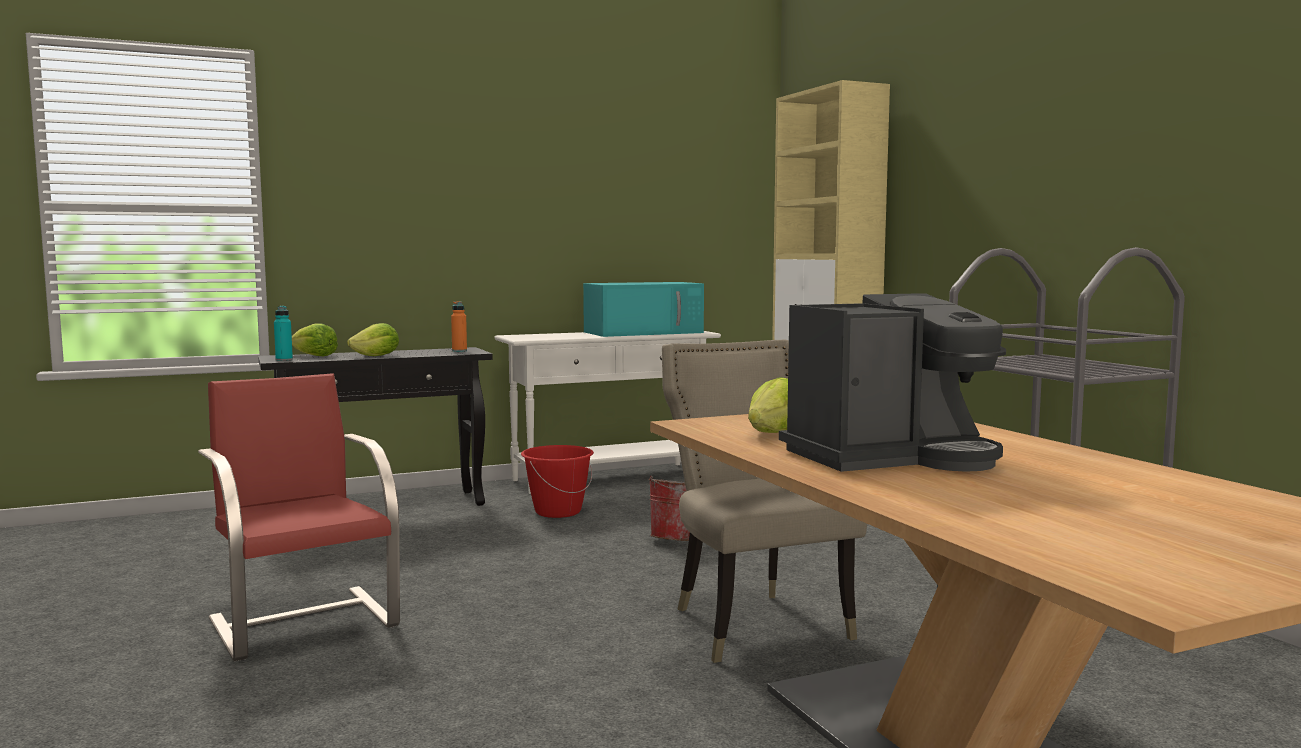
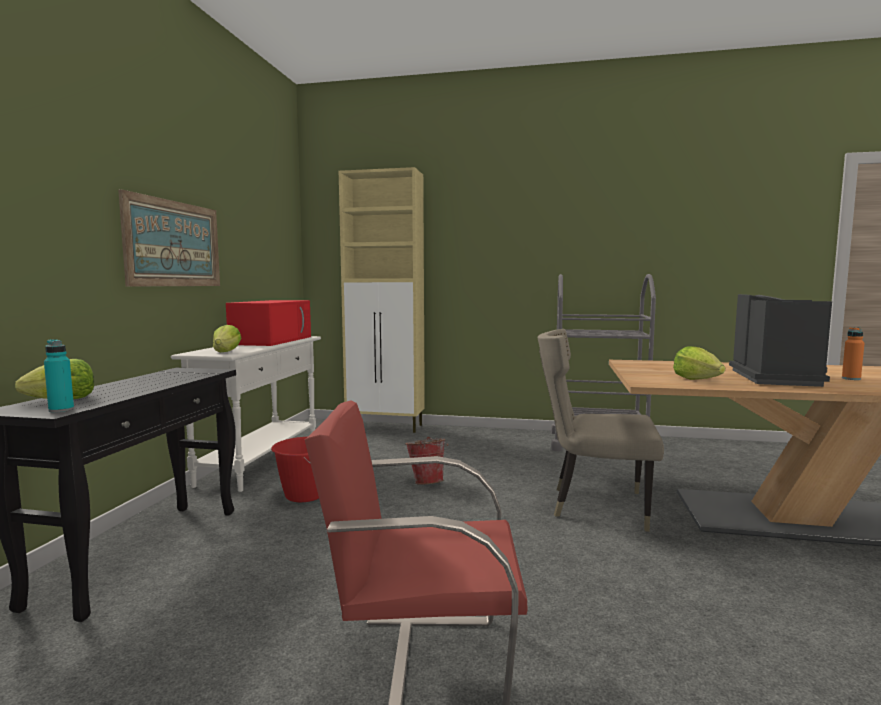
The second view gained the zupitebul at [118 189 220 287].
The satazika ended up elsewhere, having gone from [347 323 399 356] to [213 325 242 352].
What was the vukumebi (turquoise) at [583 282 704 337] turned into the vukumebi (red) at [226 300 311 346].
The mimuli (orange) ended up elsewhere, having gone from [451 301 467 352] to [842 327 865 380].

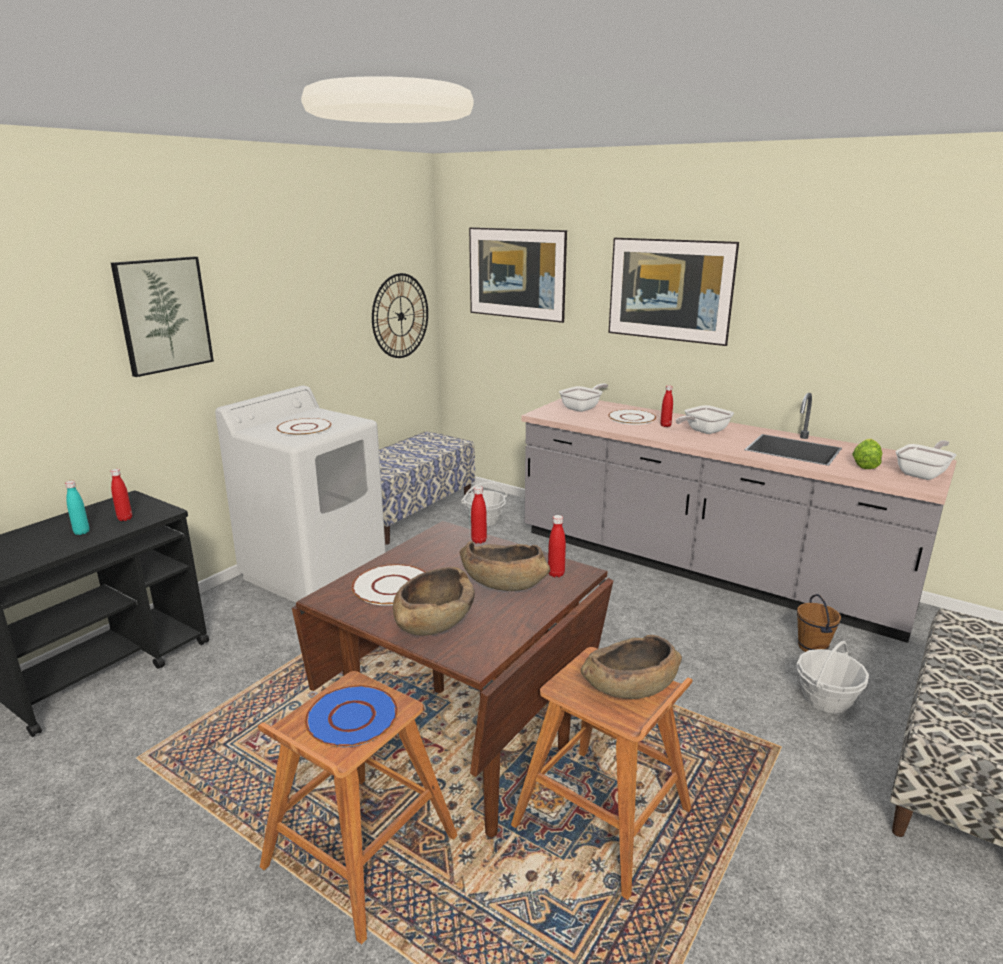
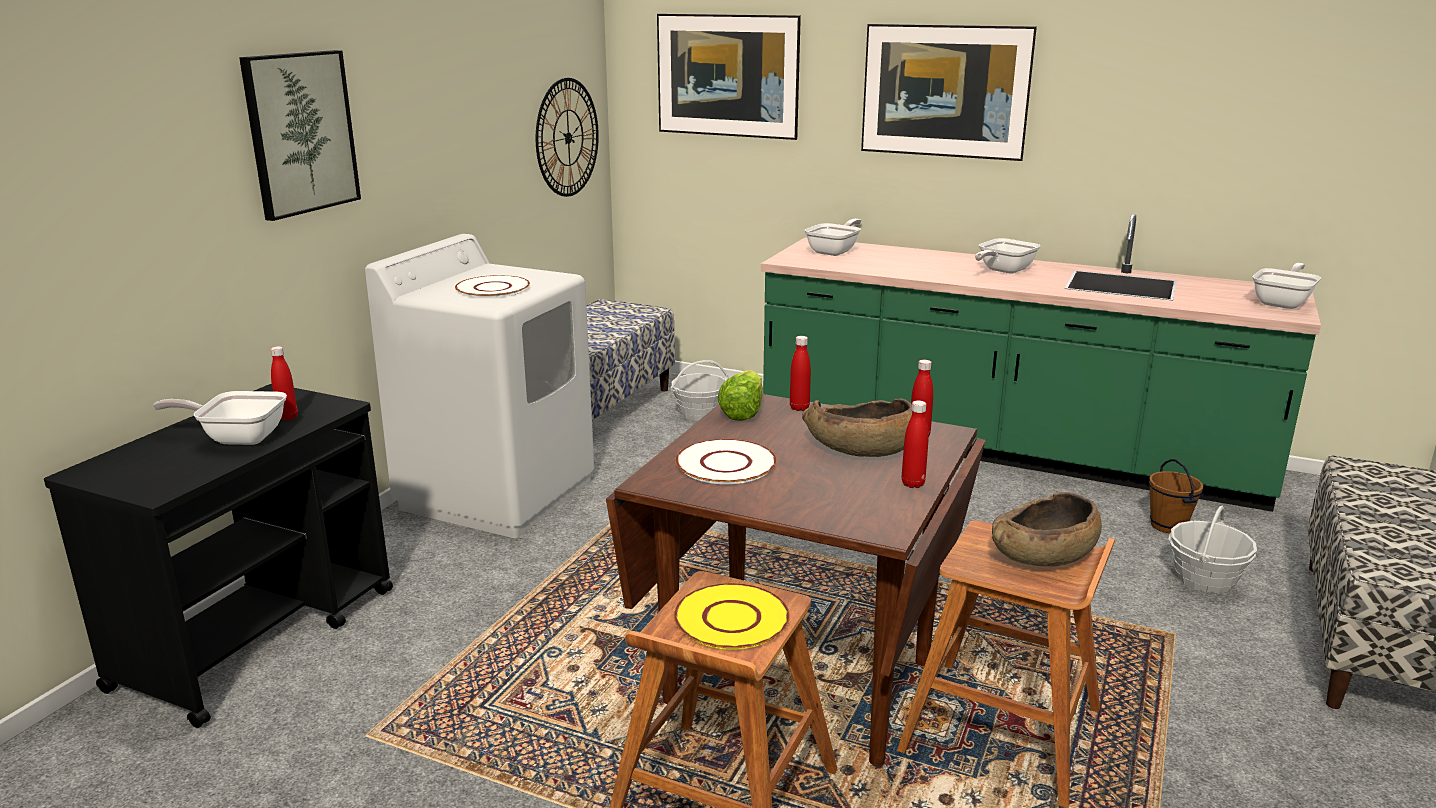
Where the mimuli (turquoise) stood at [65 481 89 535], the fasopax came to stand at [153 391 287 445].
What was the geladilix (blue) at [305 685 398 747] turned into the geladilix (yellow) at [674 583 790 650].
The satazika ended up elsewhere, having gone from [852 439 882 469] to [718 370 763 421].
What was the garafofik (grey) at [522 393 957 643] turned into the garafofik (green) at [761 214 1321 512].
The mimuli (red) ended up elsewhere, having gone from [660 386 673 427] to [902 400 928 488].
The second view lost the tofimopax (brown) at [393 567 475 636].
The second view lost the geladilix (white) at [608 409 656 425].

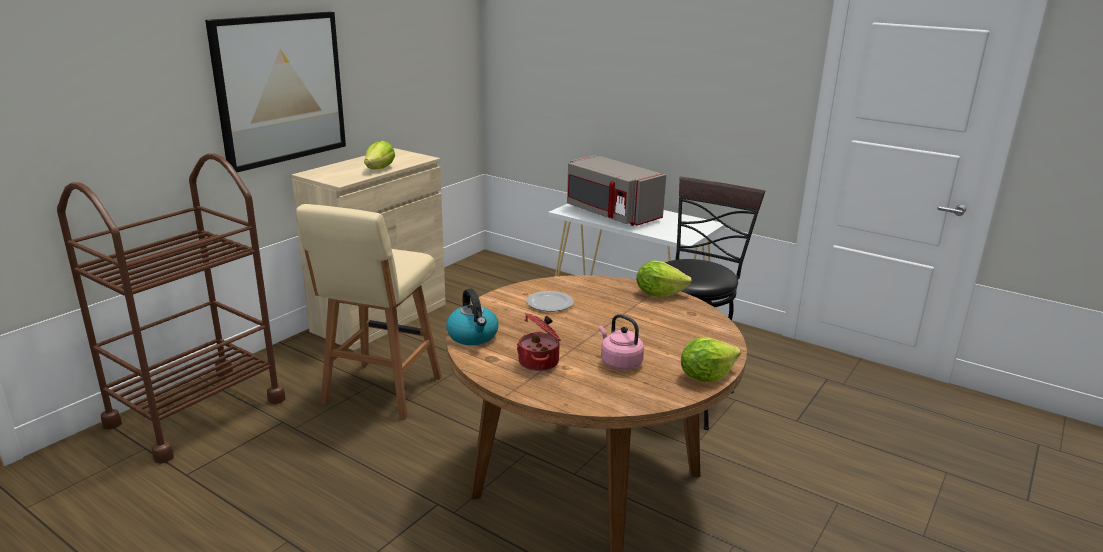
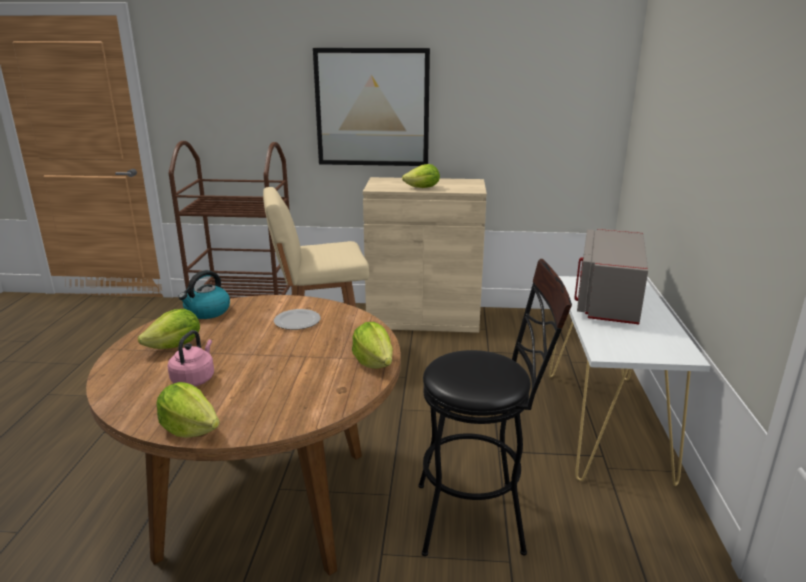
Where the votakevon stood at [517 312 561 371], the satazika came to stand at [138 309 200 349].

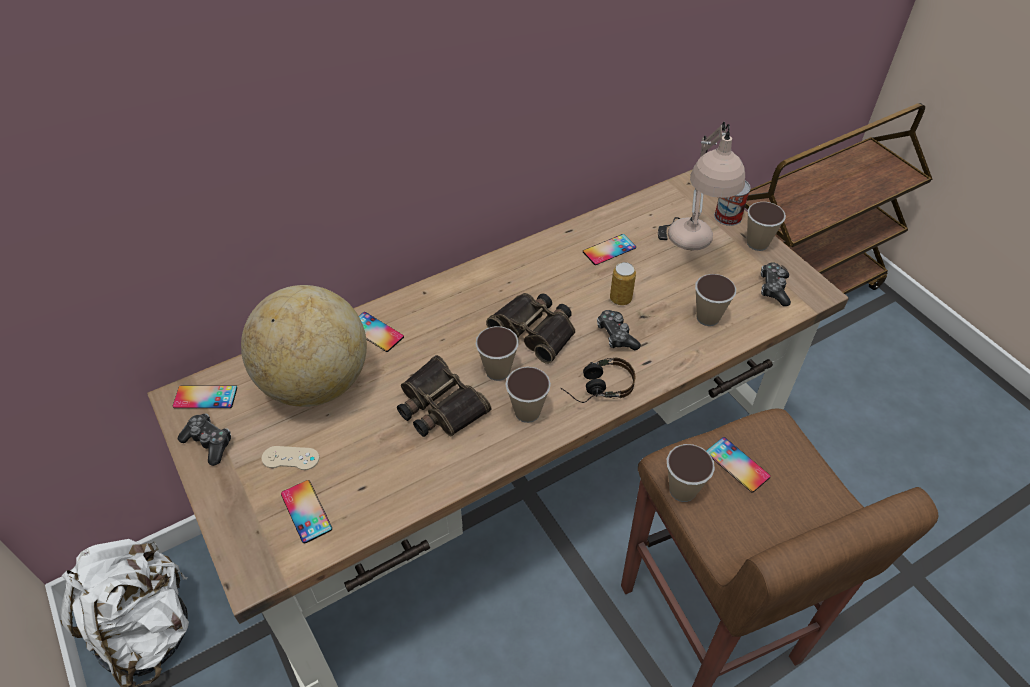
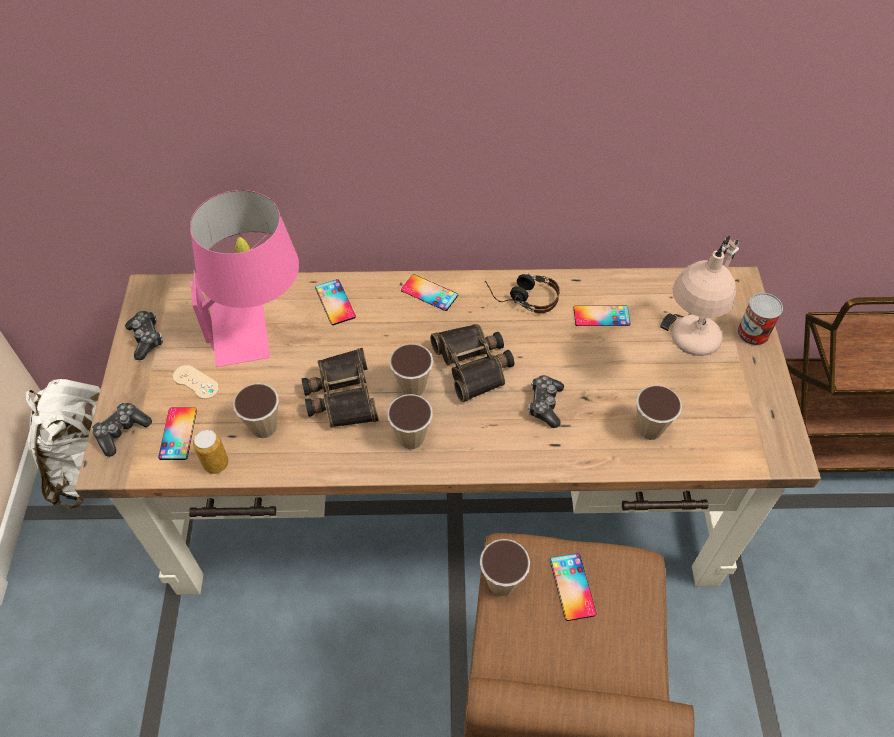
The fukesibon ended up elsewhere, having gone from [761 262 791 306] to [92 403 152 457].
Where the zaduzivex stood at [241 285 367 407], the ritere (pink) came to stand at [190 190 299 367].
The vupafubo ended up elsewhere, having gone from [610 262 636 305] to [193 430 229 474].
The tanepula ended up elsewhere, having gone from [747 202 786 251] to [233 383 279 438].
The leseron ended up elsewhere, having gone from [173 385 237 408] to [401 274 458 311].
The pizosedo ended up elsewhere, having gone from [560 358 635 403] to [485 274 560 313].

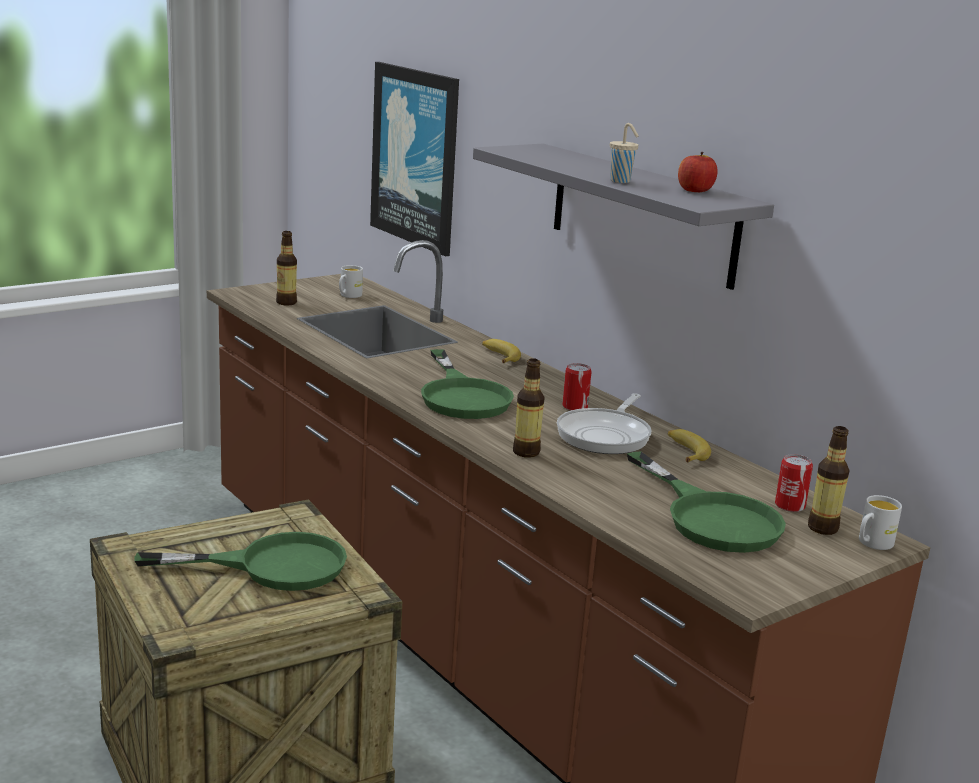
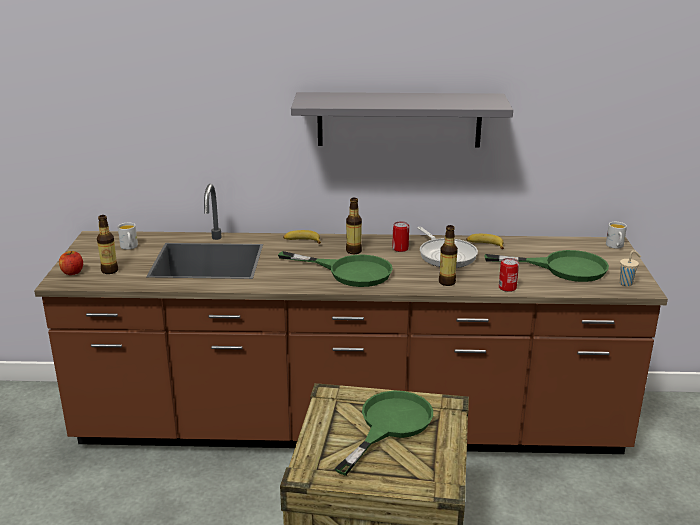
The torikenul ended up elsewhere, having gone from [678 152 718 192] to [59 251 83 275].
The mimuli ended up elsewhere, having gone from [808 426 850 535] to [346 198 362 254].
The vupafubo ended up elsewhere, having gone from [775 454 813 512] to [499 258 519 292].
The tanepula (beige) ended up elsewhere, having gone from [610 123 639 183] to [620 250 641 286].
The second view lost the zupitebul at [370 62 459 257].

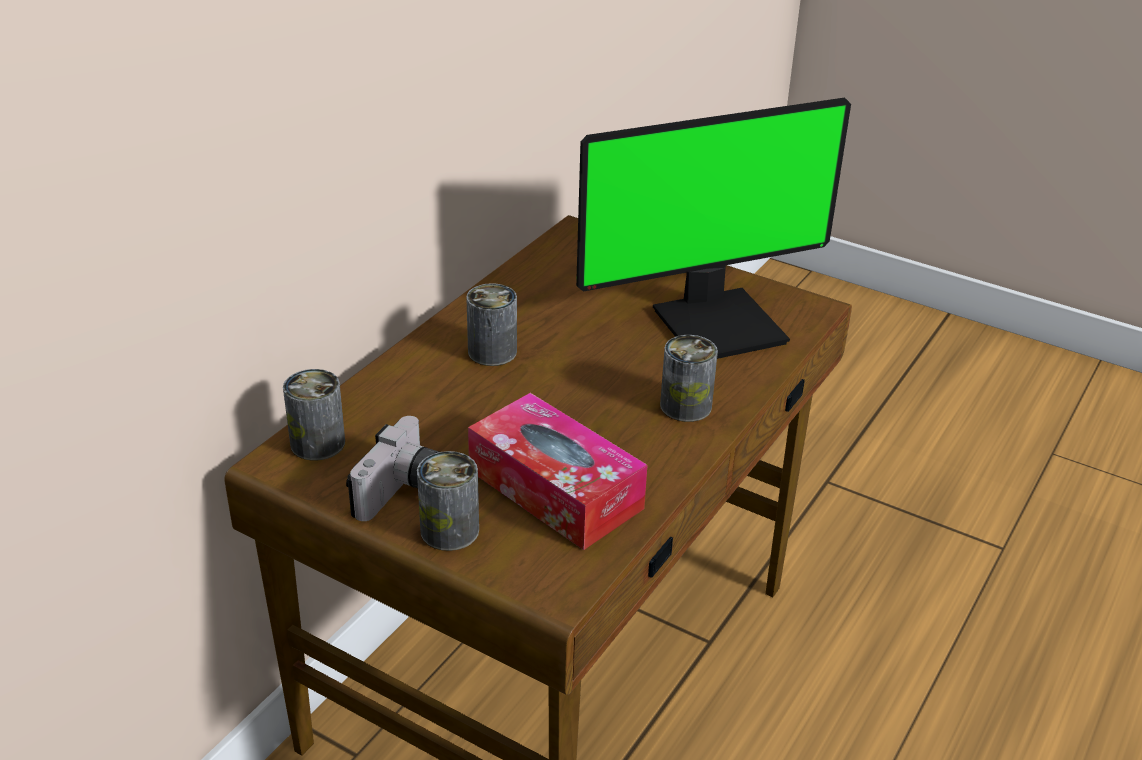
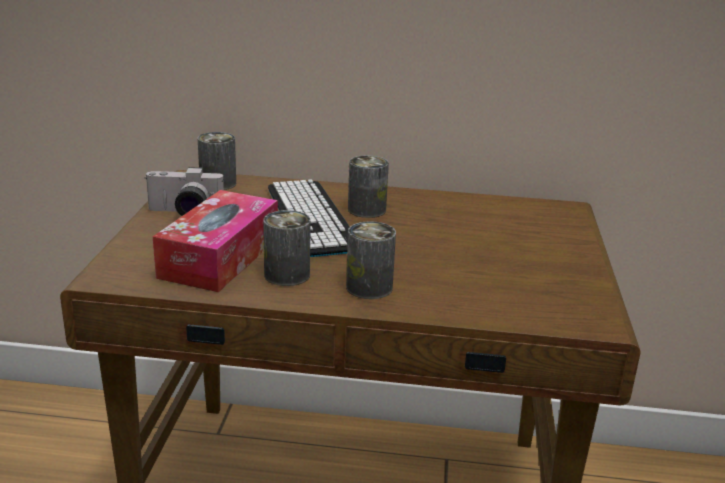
The vupafubo ended up elsewhere, having gone from [417 451 479 551] to [263 210 311 286].
The second view gained the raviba at [268 179 350 257].
The second view lost the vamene at [576 98 851 359].

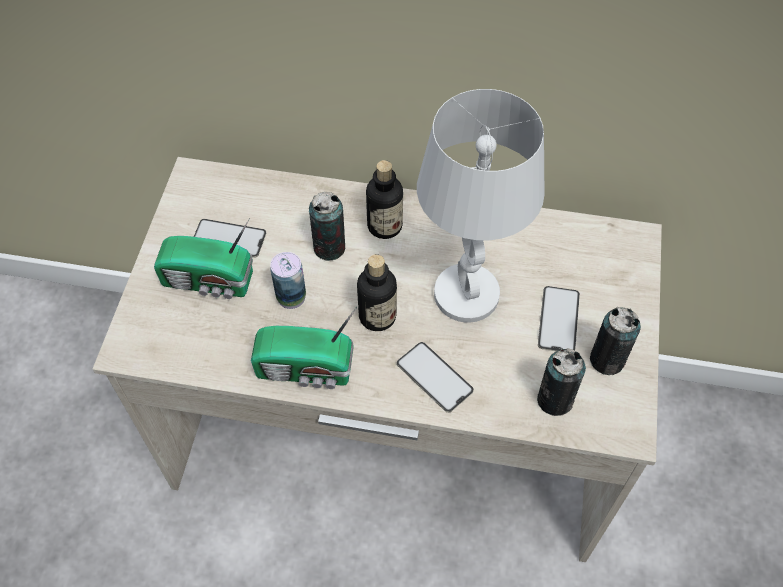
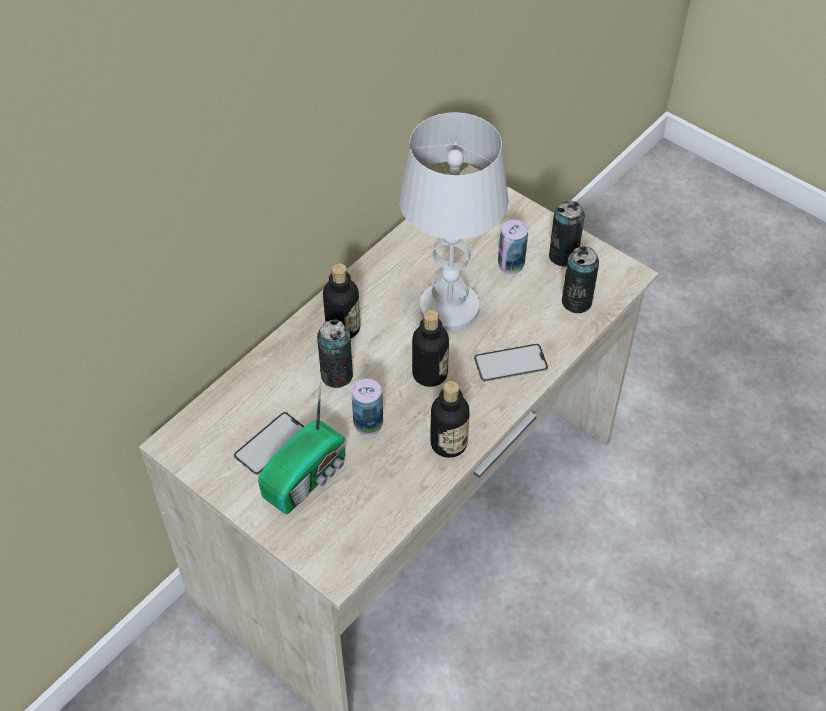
Where the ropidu stood at [251 307 357 389], the mimuli came to stand at [430 381 470 458].
Where the leseron stood at [538 286 580 351], the vupafubo came to stand at [498 220 528 274].

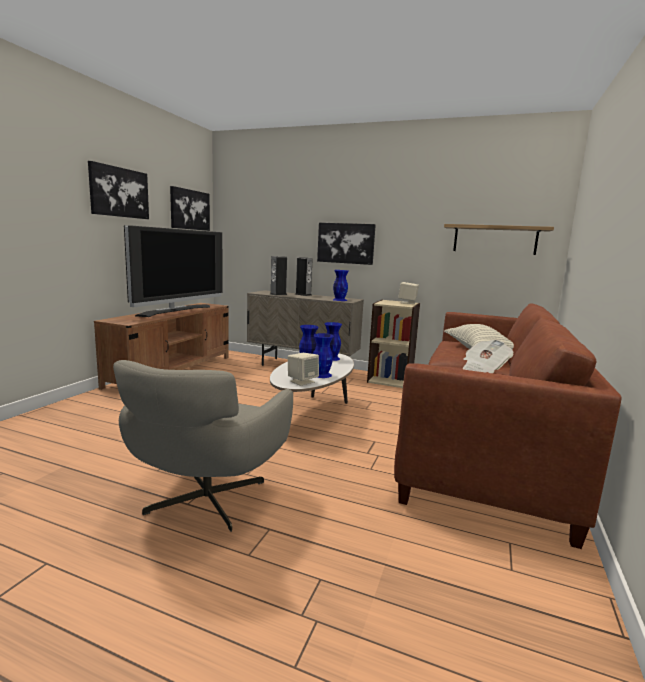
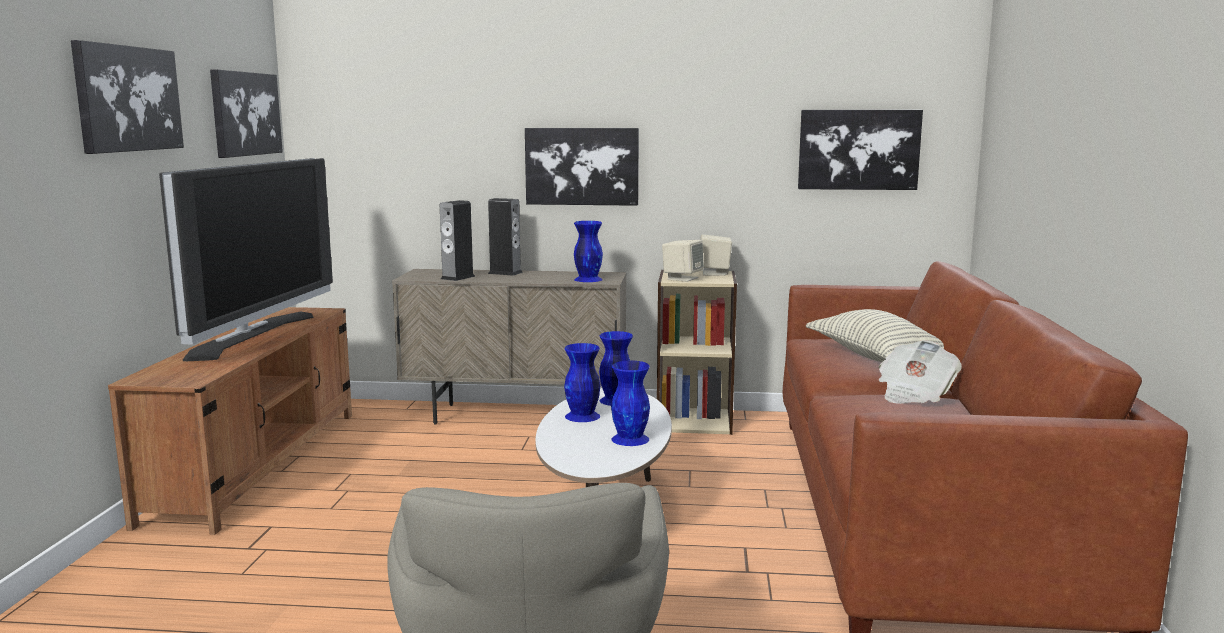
The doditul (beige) ended up elsewhere, having gone from [288 353 319 386] to [662 240 704 282].
Where the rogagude hung at [444 224 554 255], the zupitebul came to hang at [798 110 923 190].

